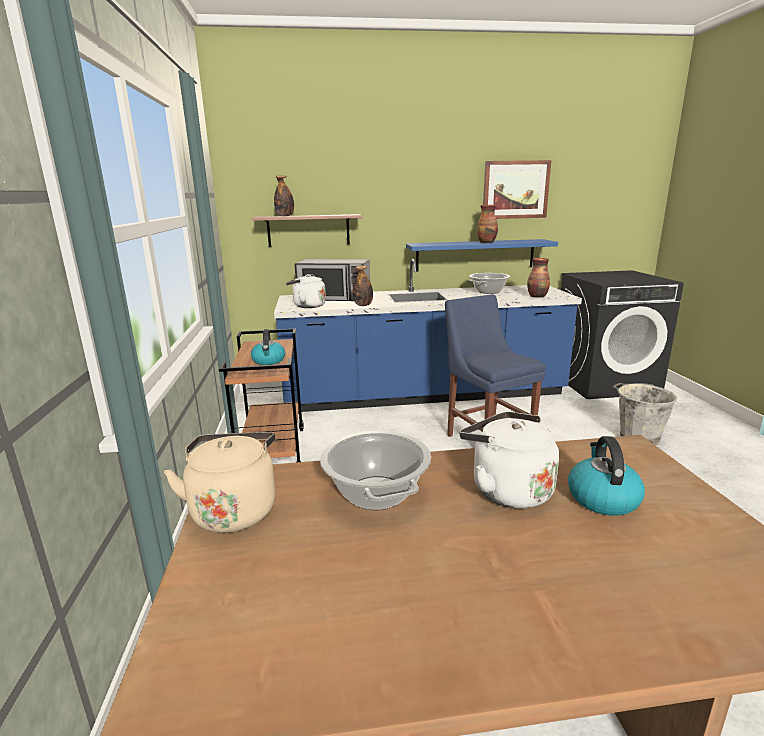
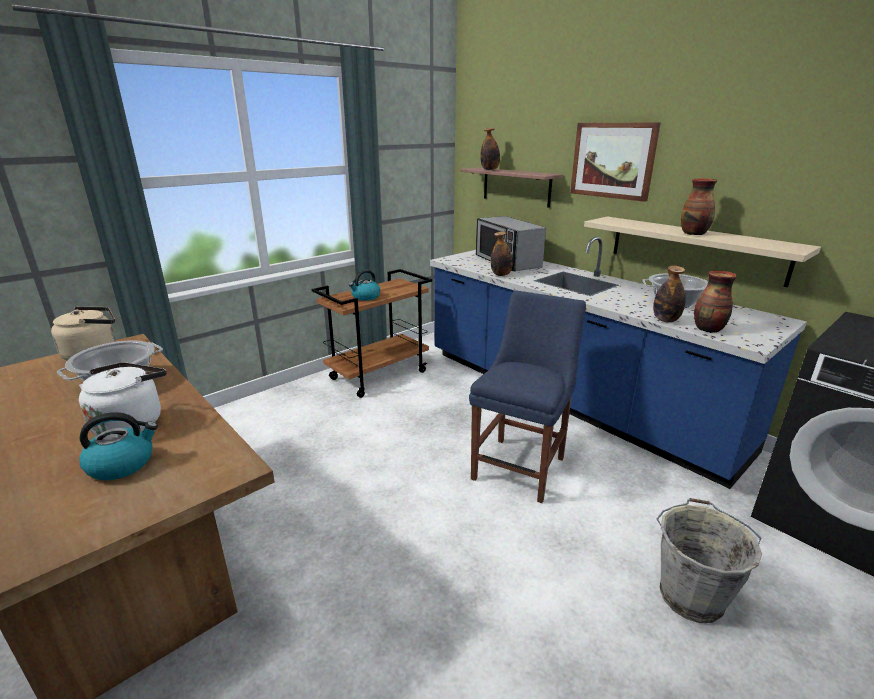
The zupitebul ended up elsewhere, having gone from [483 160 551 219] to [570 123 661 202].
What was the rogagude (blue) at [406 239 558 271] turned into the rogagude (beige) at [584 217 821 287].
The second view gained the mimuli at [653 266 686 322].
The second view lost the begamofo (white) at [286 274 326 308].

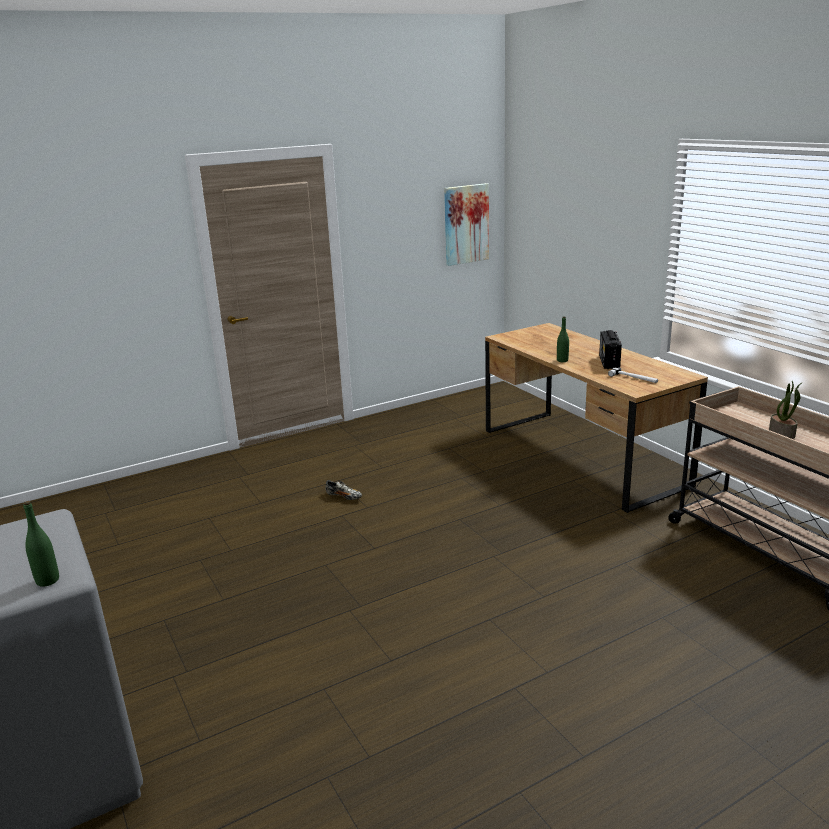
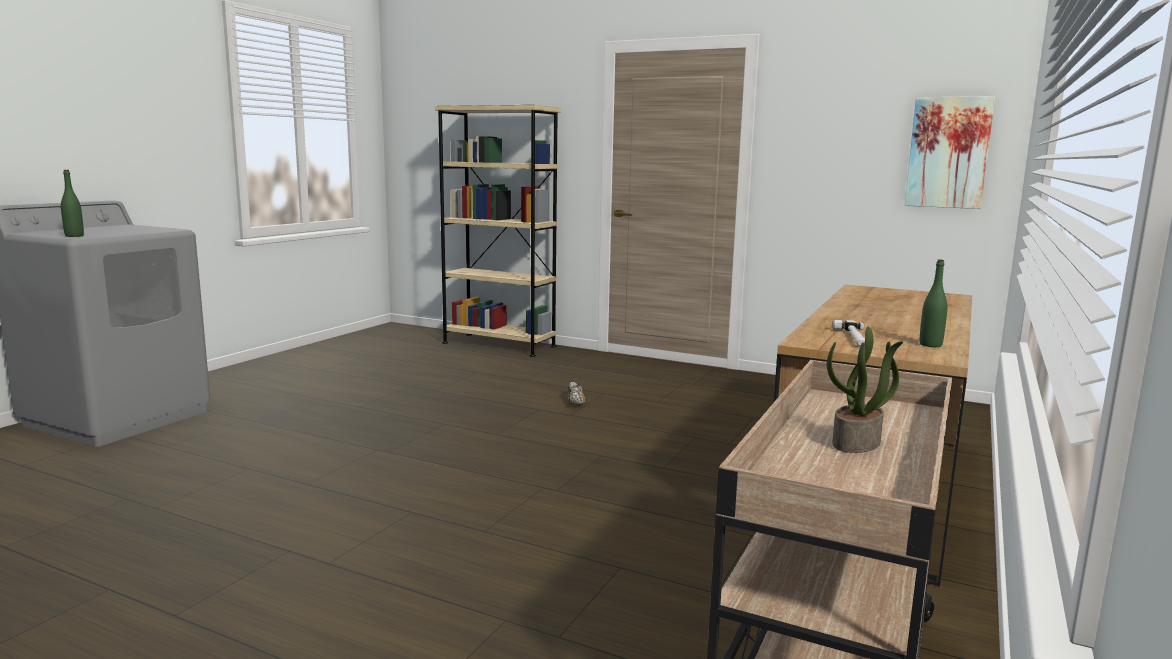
The second view gained the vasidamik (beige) at [435 105 561 357].
The mimuli (green) ended up elsewhere, having gone from [557 317 569 362] to [920 259 947 347].
The second view lost the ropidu at [599 330 622 369].

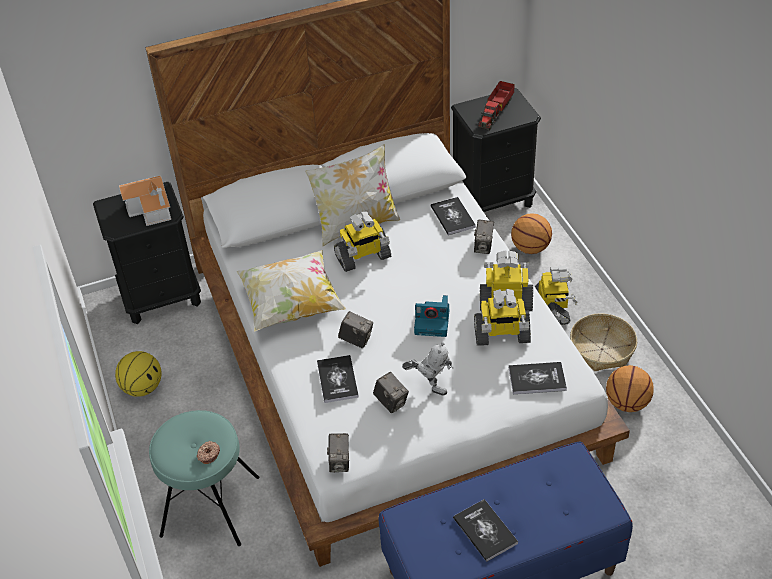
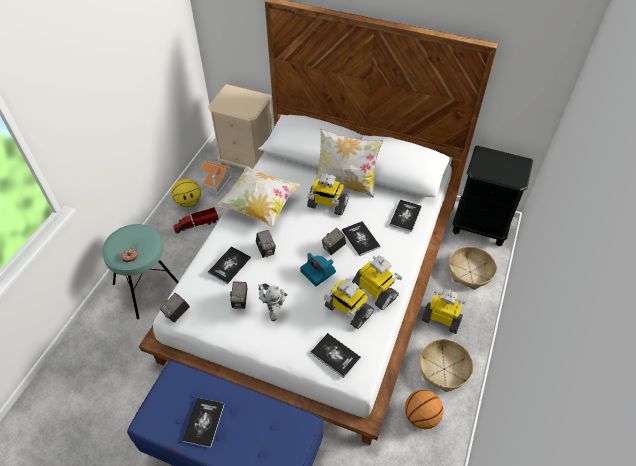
The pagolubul ended up elsewhere, having gone from [478 81 515 130] to [173 207 219 234].
The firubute ended up elsewhere, having gone from [119 175 171 226] to [201 160 231 195].
What was the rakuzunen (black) at [93 182 201 324] turned into the rakuzunen (beige) at [208 84 273 169].
The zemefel ended up elsewhere, having gone from [474 219 494 254] to [322 228 346 255].
The second view gained the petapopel at [342 221 380 256].
The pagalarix at [535 266 578 325] ended up facing another way, 105 degrees counterclockwise from before.
Where the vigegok stood at [511 213 552 254], the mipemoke came to stand at [449 246 497 290].

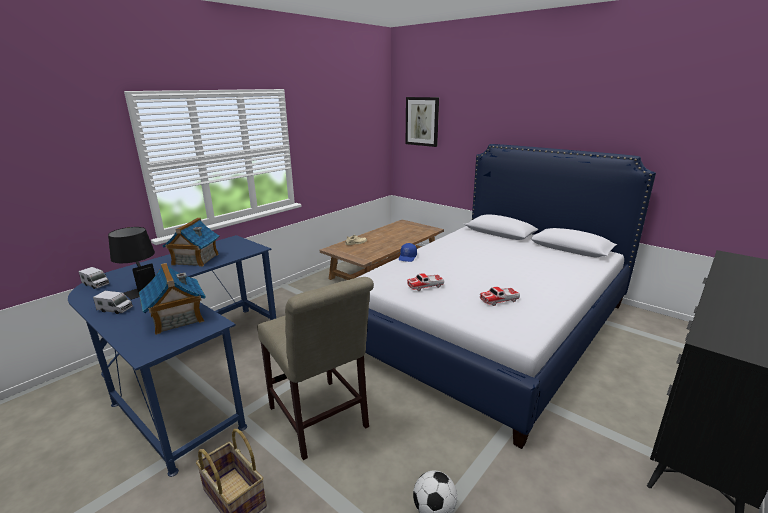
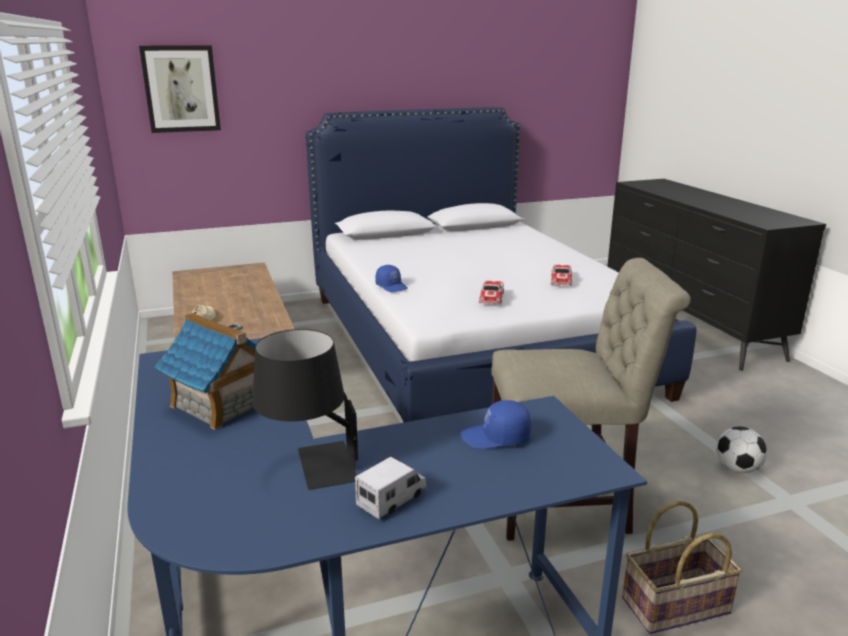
Where the firubute stood at [139 263 206 335], the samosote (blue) came to stand at [461 400 531 449].
The second view lost the pagolubul at [79 267 110 289].

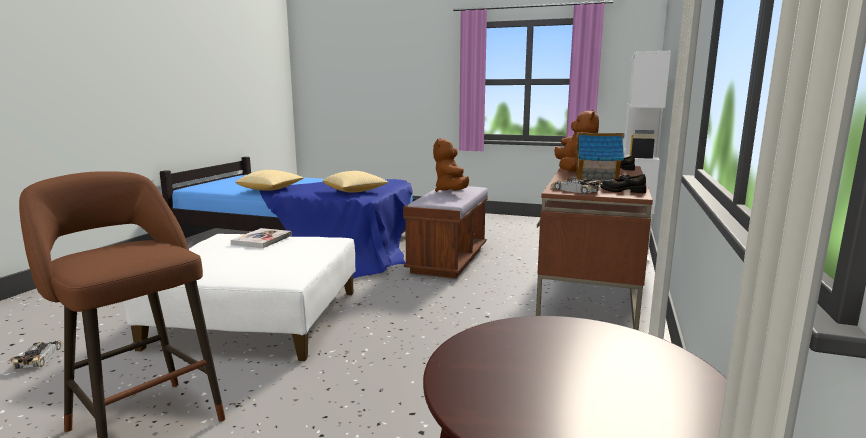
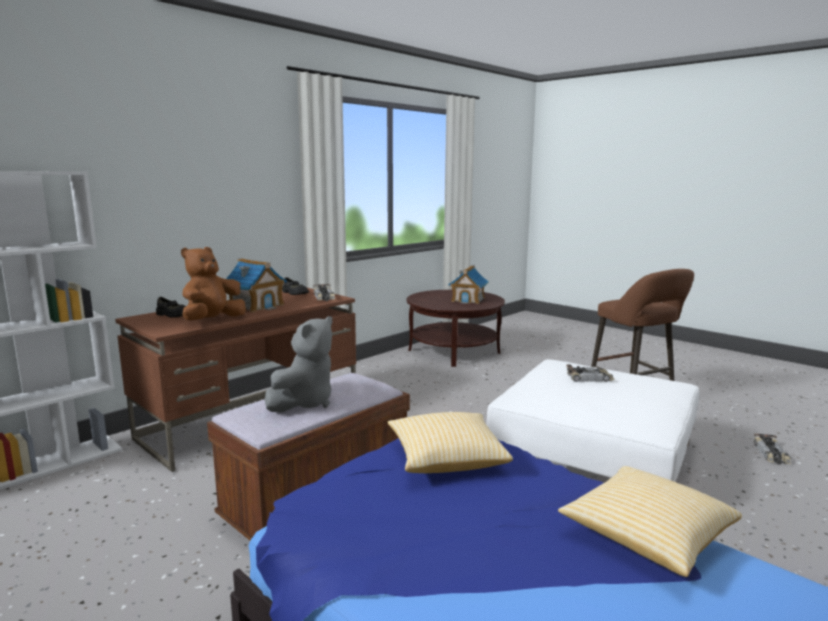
What was the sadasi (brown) at [433 138 469 192] turned into the sadasi (grey) at [265 316 332 413].
The second view gained the firubute at [448 265 489 304].
The second view gained the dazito at [567 364 615 382].
The second view lost the petapopel at [231 228 292 248].

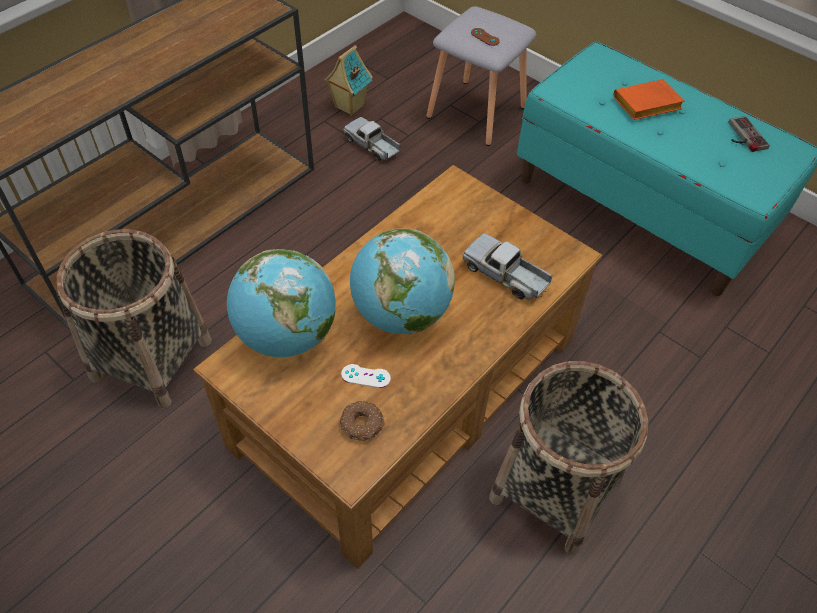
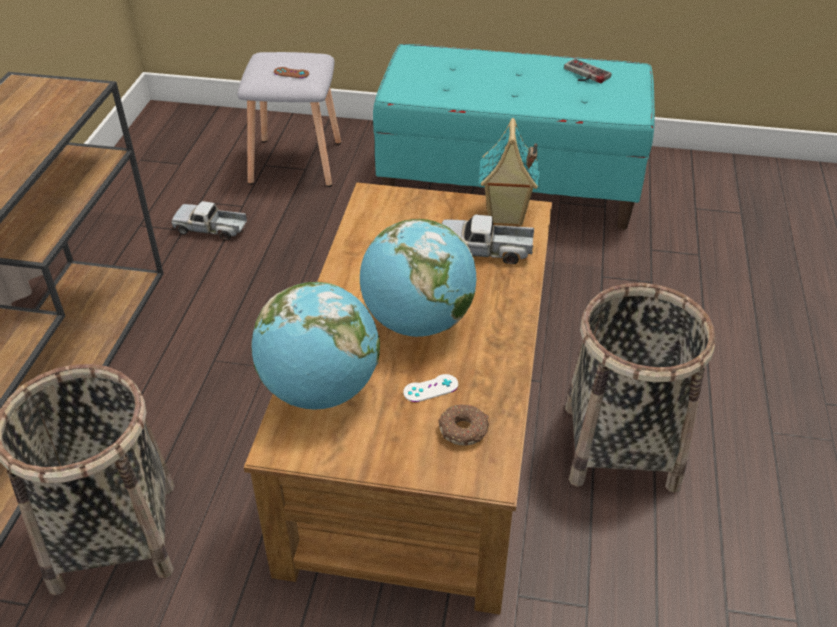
The firubute ended up elsewhere, having gone from [324 45 373 116] to [479 118 540 226].
The second view lost the petapopel (orange) at [614 79 685 120].

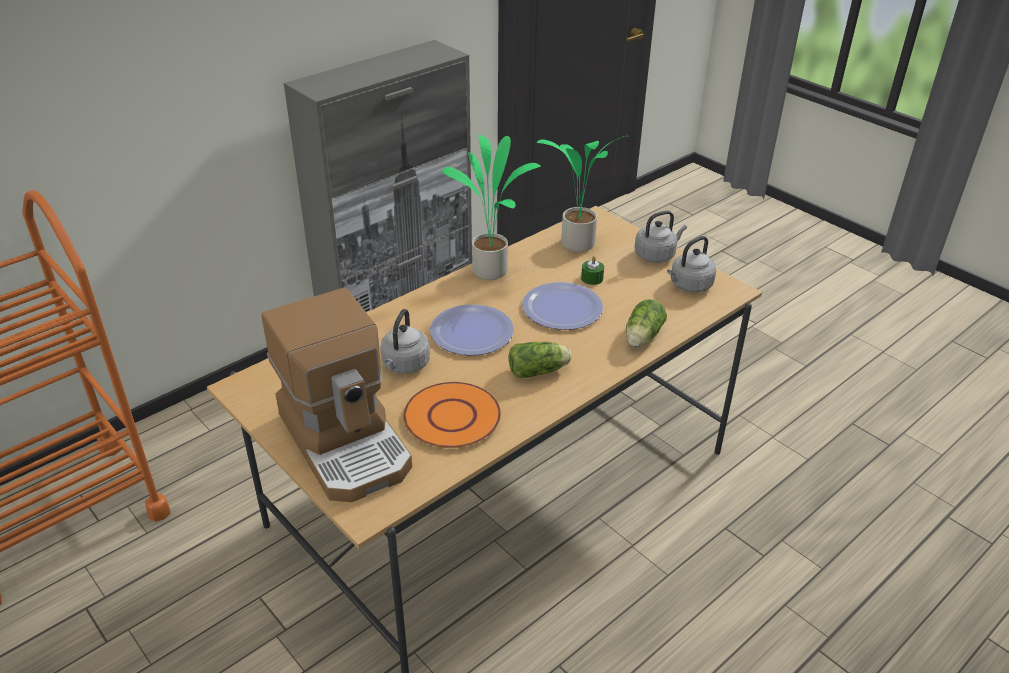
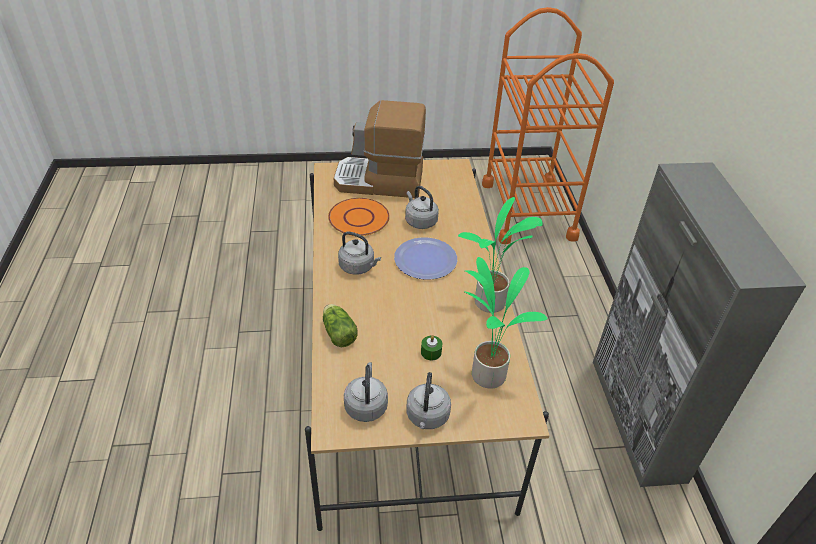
Where the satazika stood at [509 342 571 378], the begamofo (grey) came to stand at [338 232 381 275].
The second view lost the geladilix at [522 282 603 330].

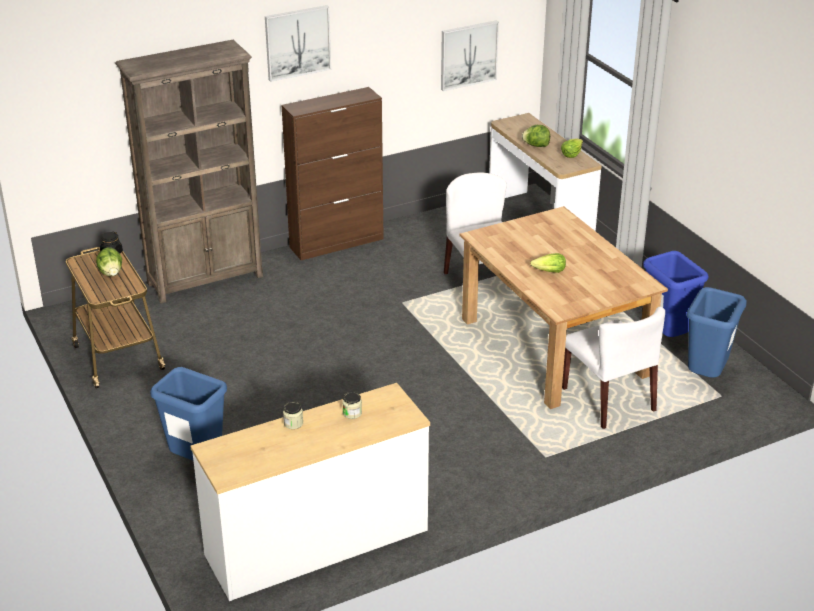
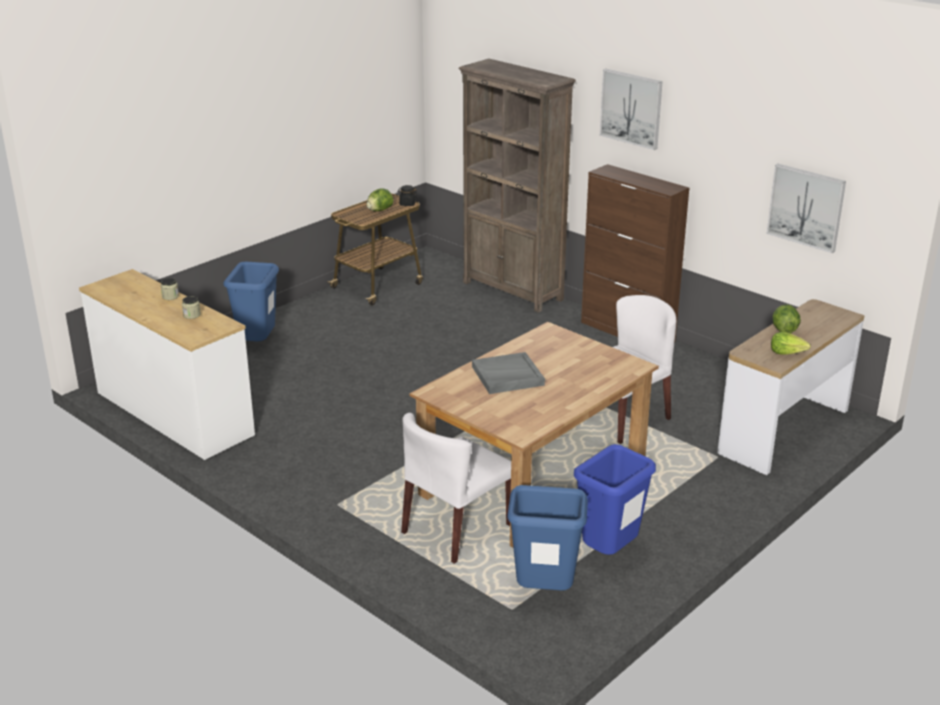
Where the satazika stood at [530 253 566 273], the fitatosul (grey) came to stand at [472 352 545 394].

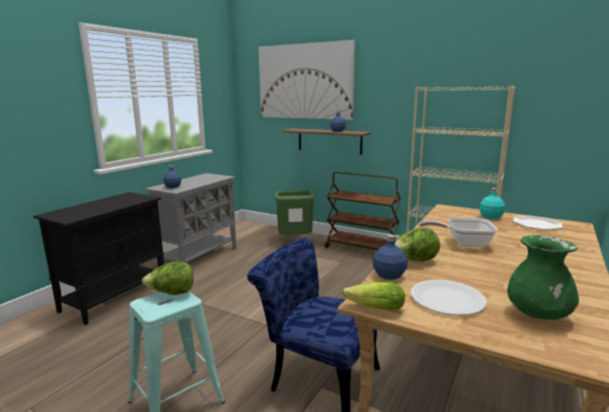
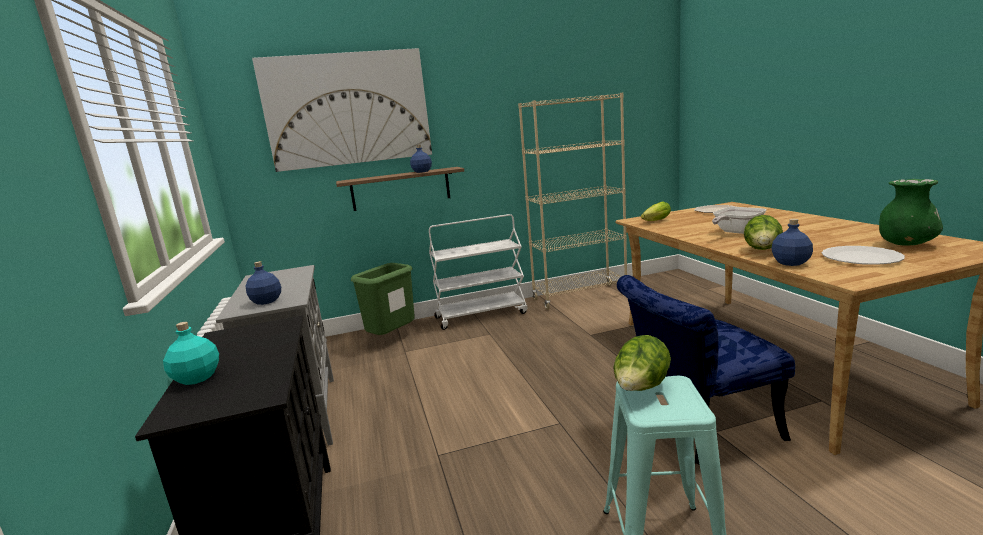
The mimuli (turquoise) ended up elsewhere, having gone from [479 188 505 219] to [163 322 219 385].
What was the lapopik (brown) at [324 172 401 250] turned into the lapopik (white) at [429 214 527 330].
The satazika ended up elsewhere, having gone from [343 282 405 310] to [641 201 671 221].

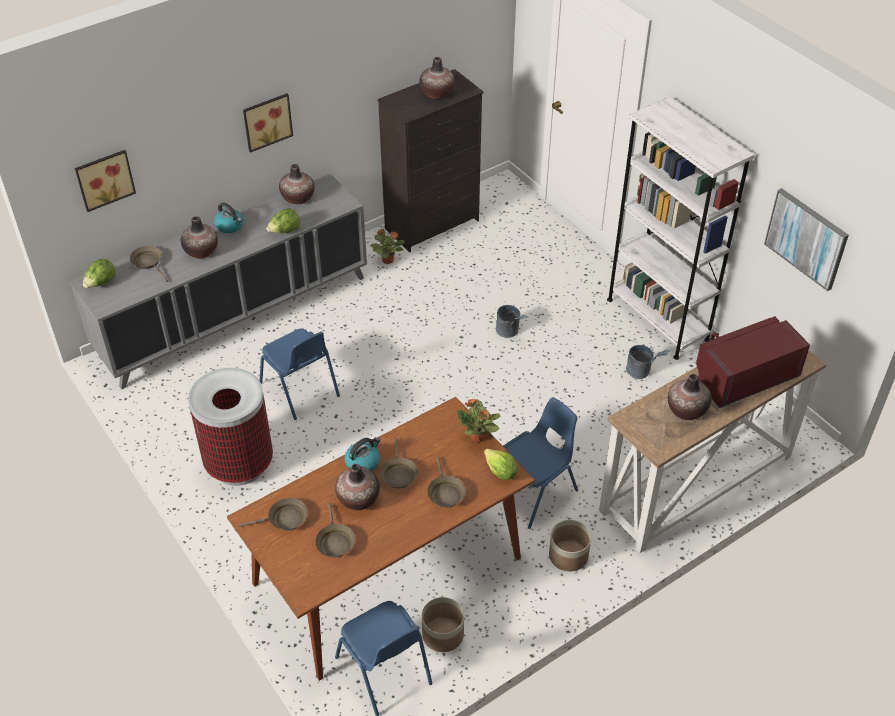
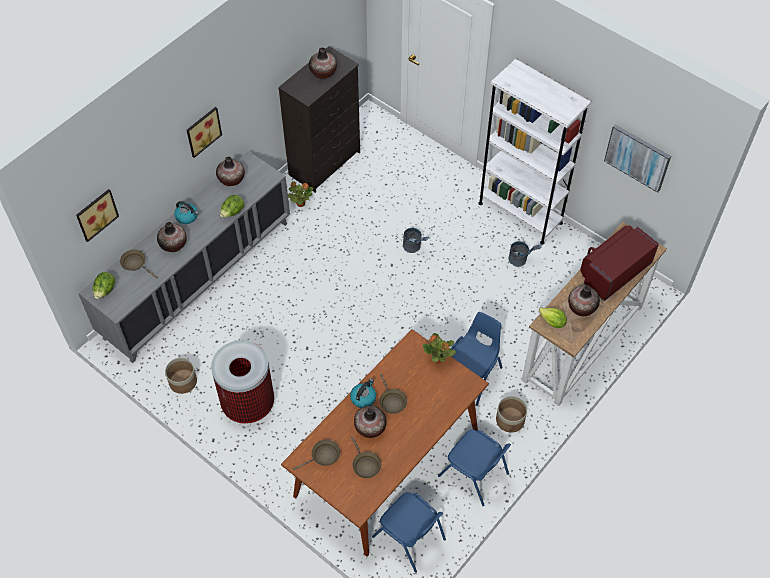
The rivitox ended up elsewhere, having gone from [422 597 464 652] to [165 358 197 394].
The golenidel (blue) ended up elsewhere, having gone from [259 328 340 420] to [438 430 511 506].
The satazika ended up elsewhere, having gone from [484 448 517 480] to [539 308 567 328].
The second view lost the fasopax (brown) at [427 456 466 507].

